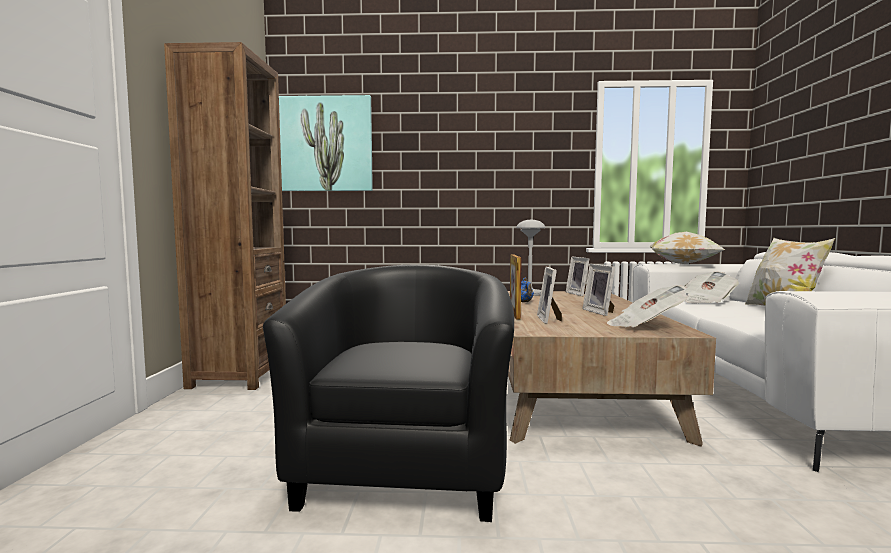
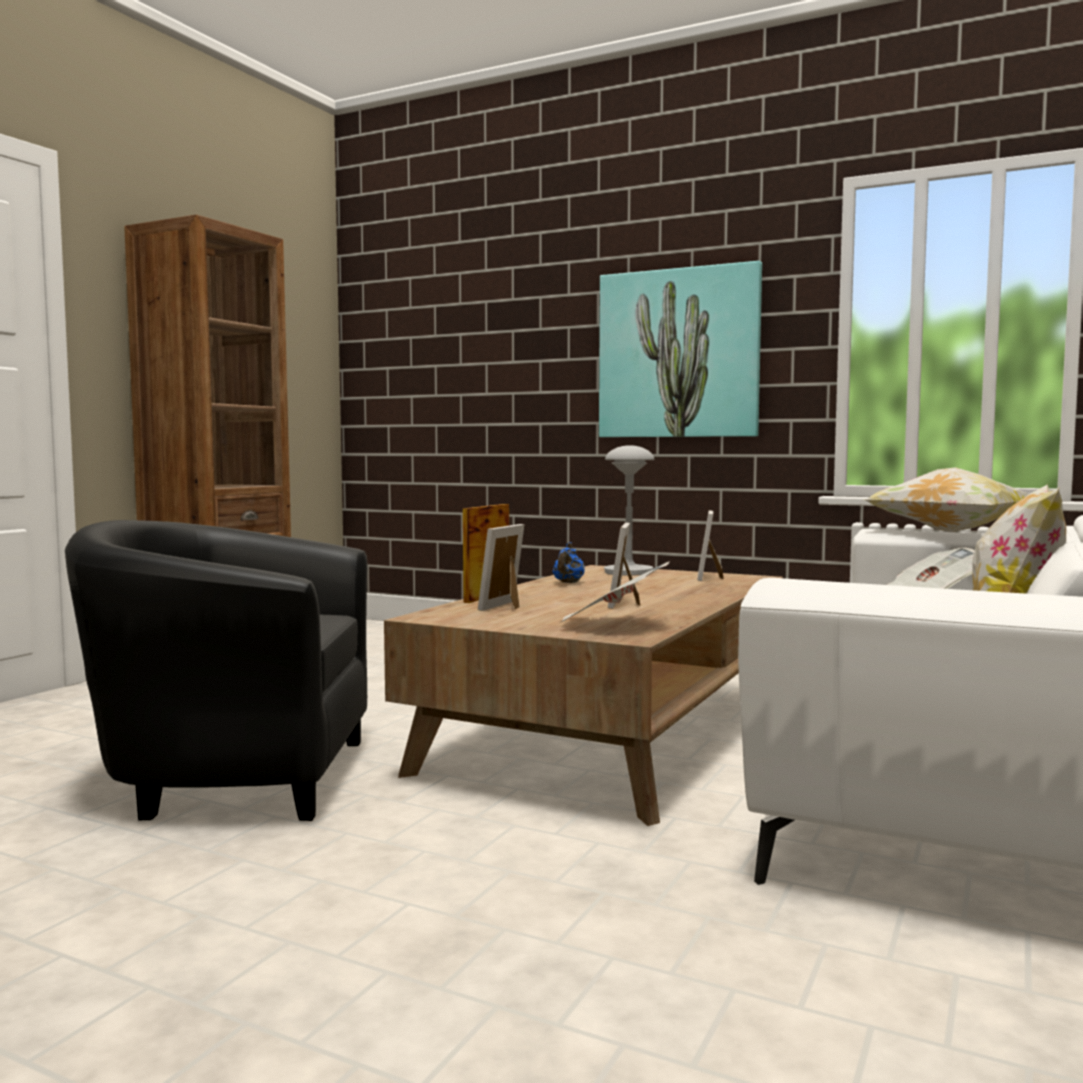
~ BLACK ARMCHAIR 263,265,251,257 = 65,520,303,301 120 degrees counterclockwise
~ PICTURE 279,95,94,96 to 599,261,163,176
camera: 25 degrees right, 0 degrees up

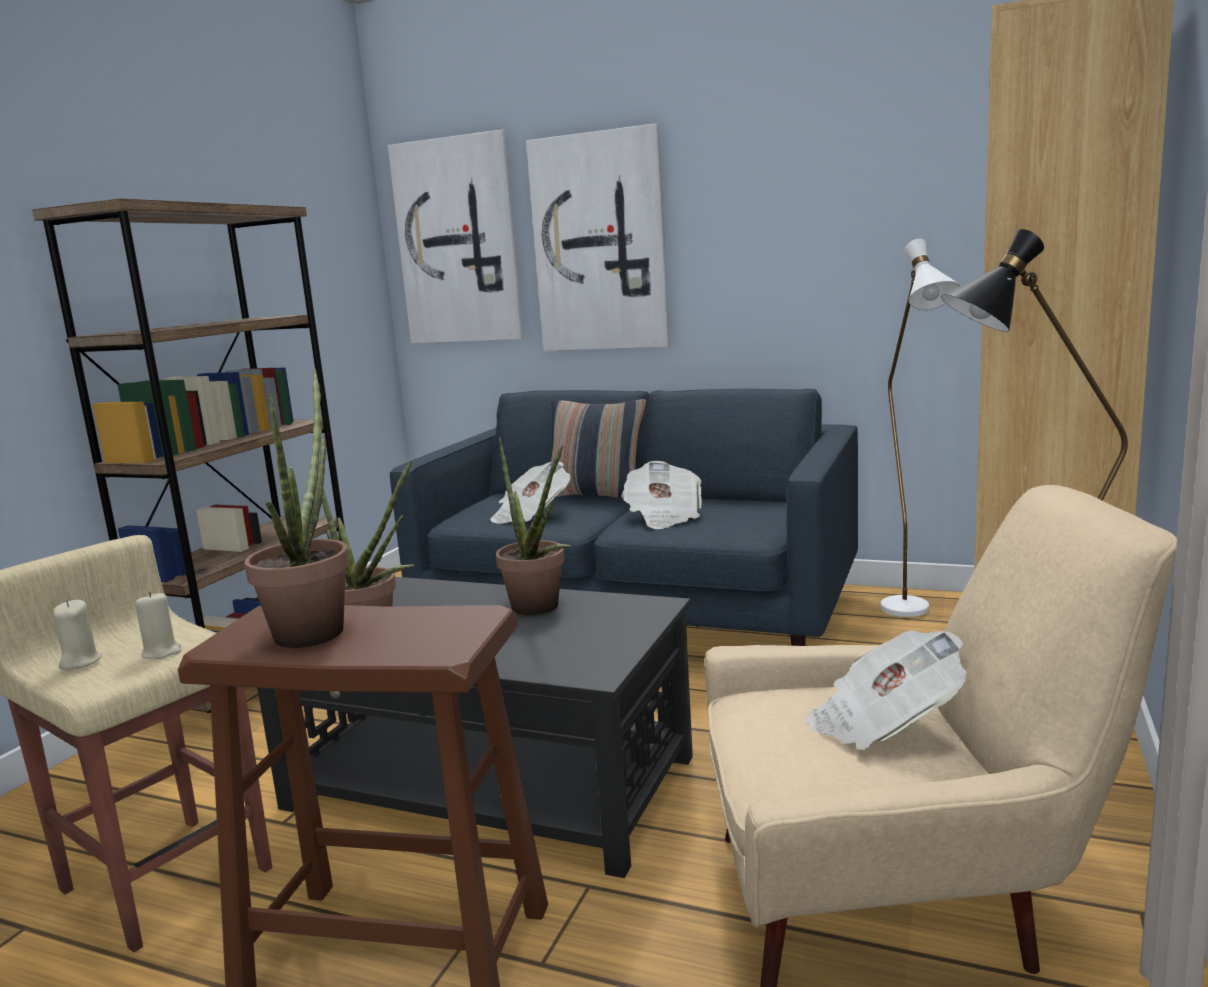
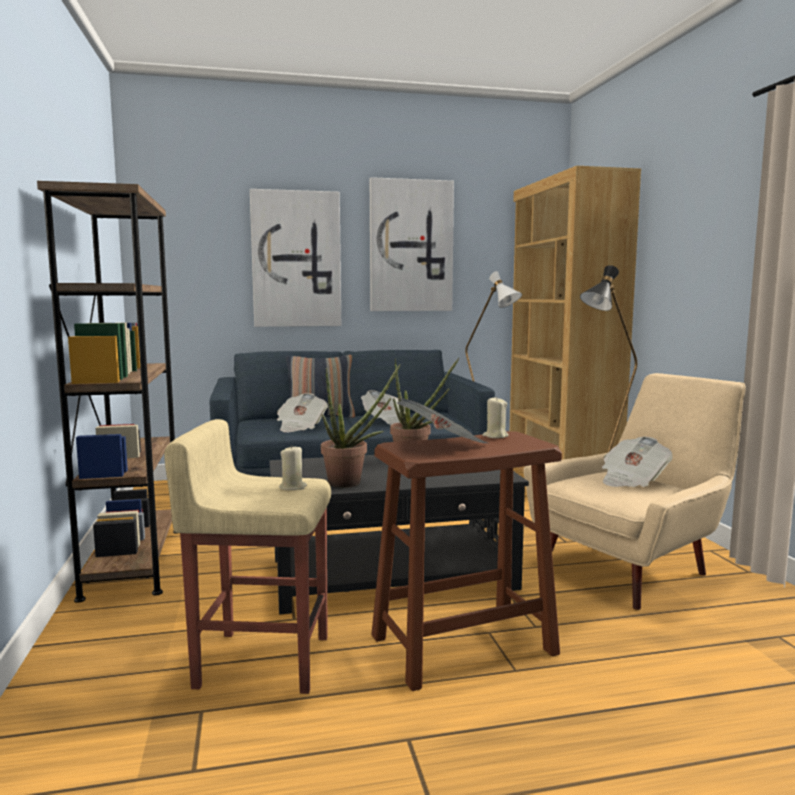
~ PICTURE 388,129,136,215 to 370,177,84,134
~ POTTED PLANT 244,369,106,279 to NEWSPAPER 397,399,91,44
~ BEIGE CANDLE 53,600,49,70 to 482,397,27,41
camera: 35 degrees left, 5 degrees down

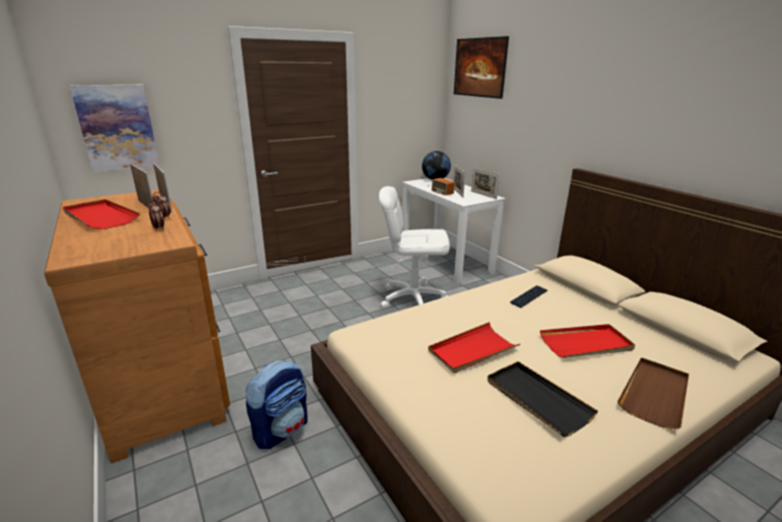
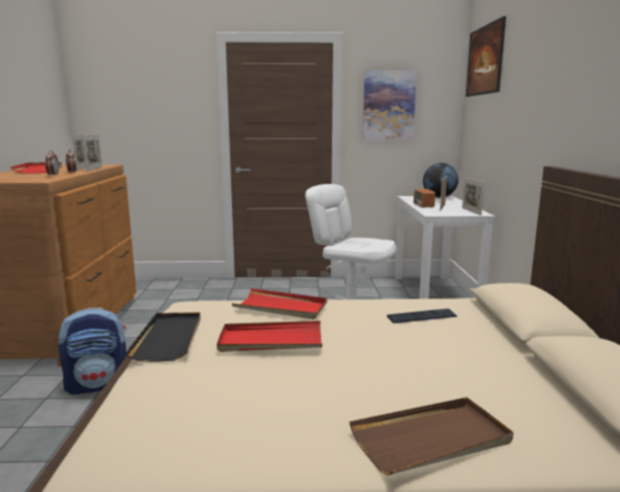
~ BLACK TRAY 487,361,111,76 to 125,312,76,50
~ RED TRAY 540,324,95,34 to 232,288,95,32
~ PICTURE 70,85,90,87 to 363,70,54,71
camera: 30 degrees right, 10 degrees down

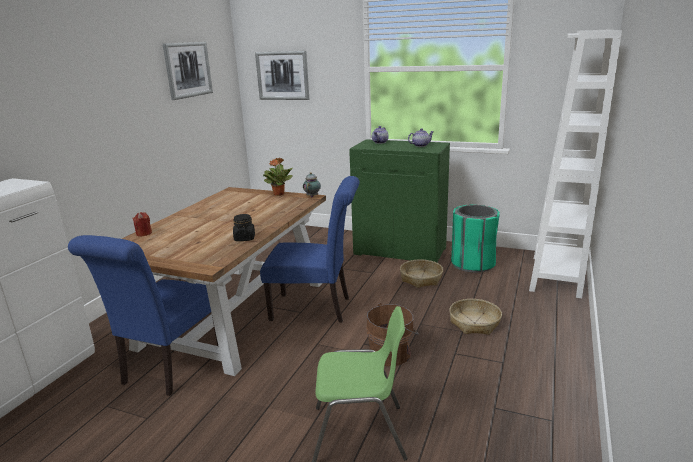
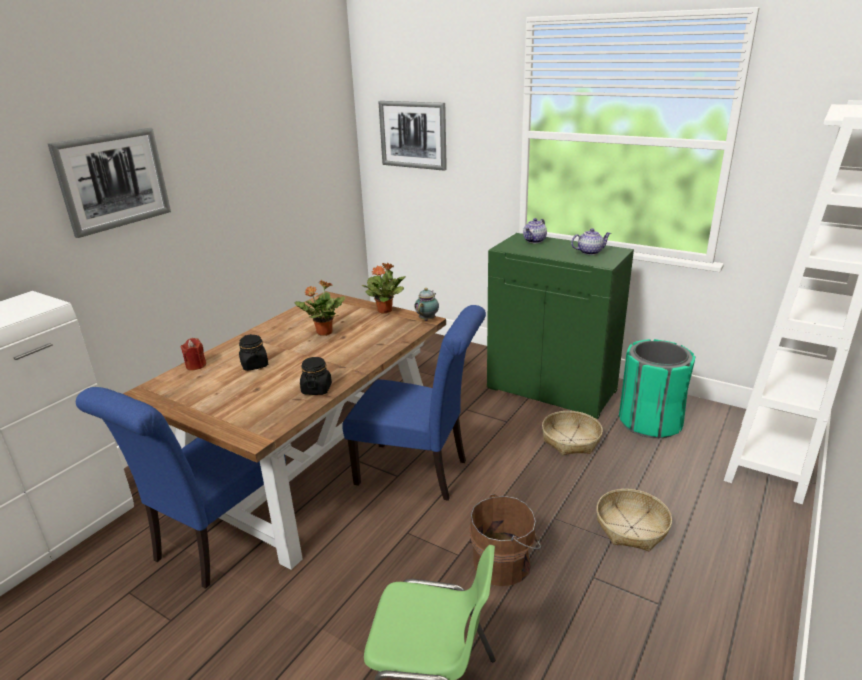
~ PICTURE 163,42,50,58 to 48,128,123,110
+ BLACK JAR 239,334,29,37
+ POTTED PLANT 295,280,50,56
camera: 10 degrees right, 5 degrees up

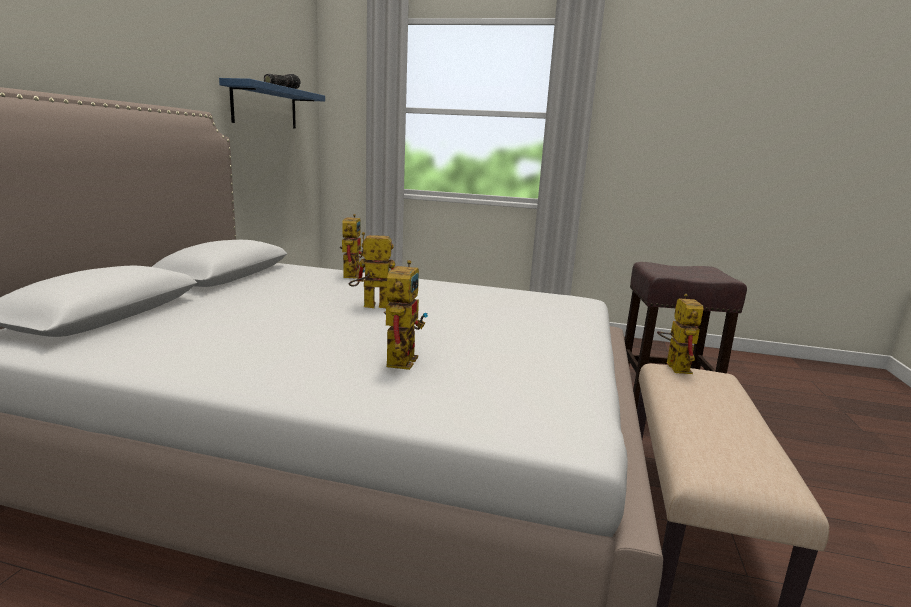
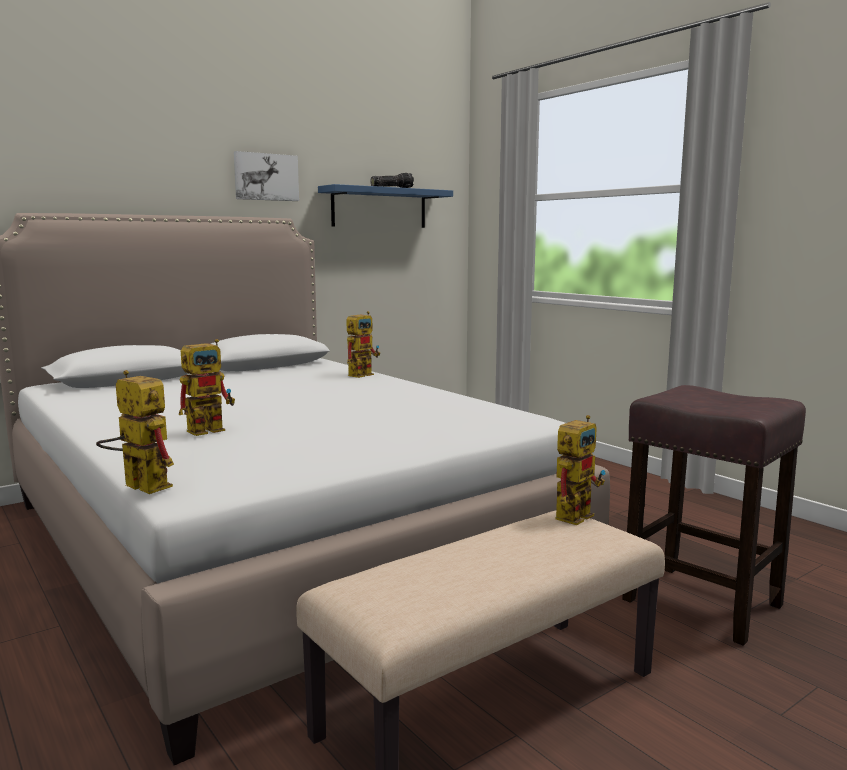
~ TOY ROBOT 349,232,46,76 to 96,370,78,124
+ PICTURE 234,151,65,50
camera: 40 degrees right, 5 degrees down

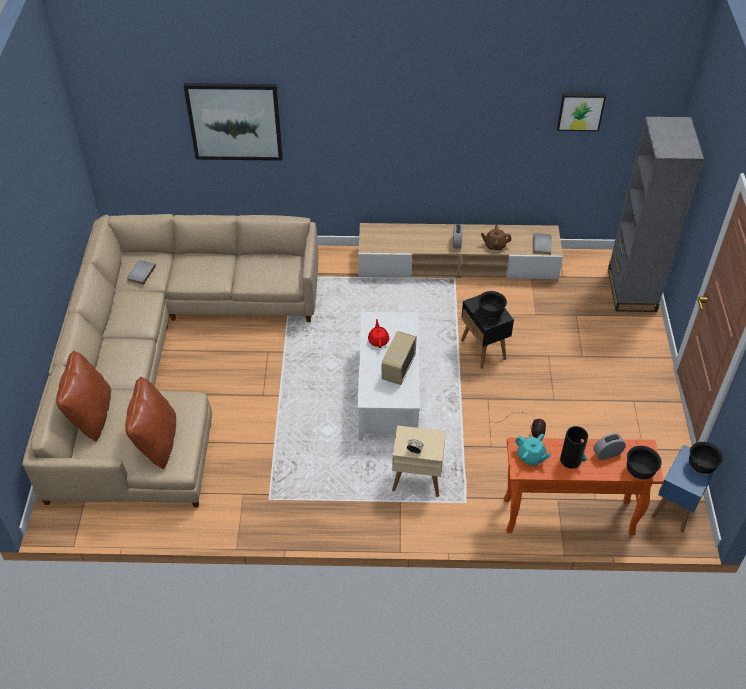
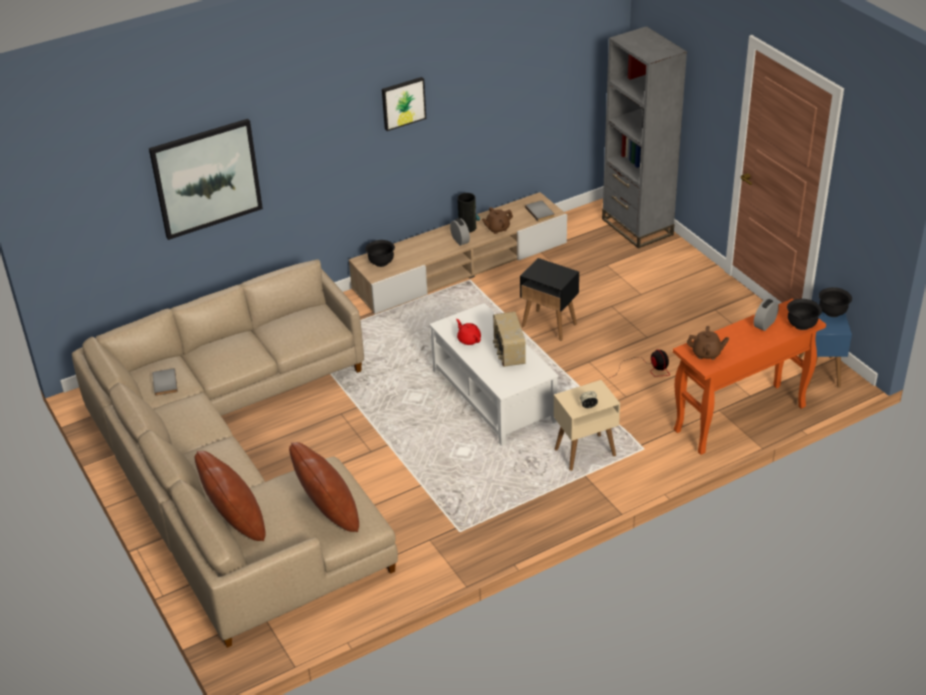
~ BLACK BOWL 478,291,29,27 to 365,240,30,27
~ PICTURE 557,93,49,38 to 382,77,44,54
~ VASE 560,426,28,43 to 457,193,23,40
~ TURQUOISE TEAPOT 515,434,37,32 to BROWN TEAPOT 687,326,42,34
camera: 30 degrees left, 10 degrees down

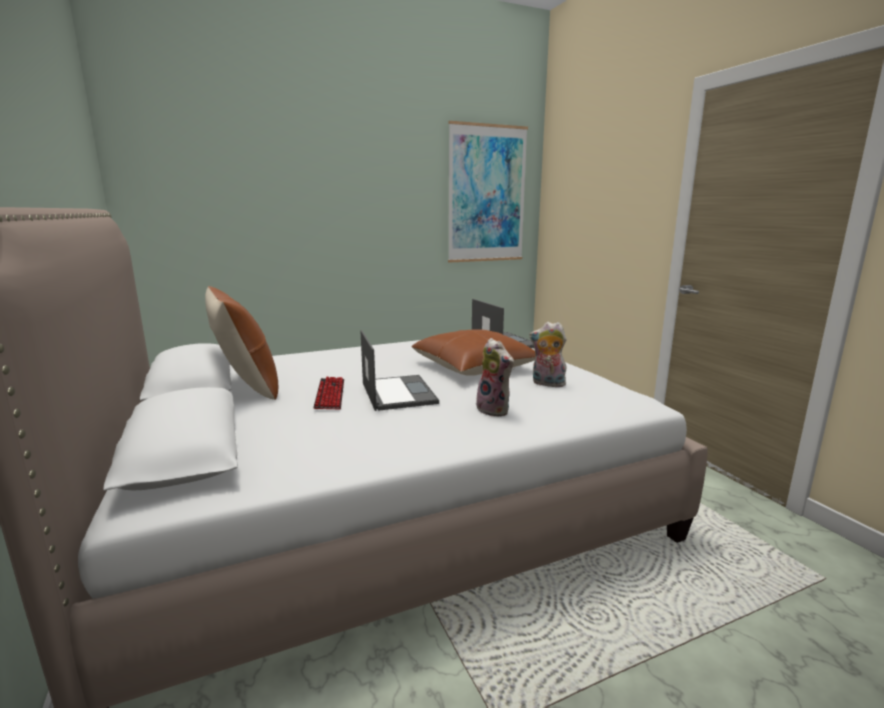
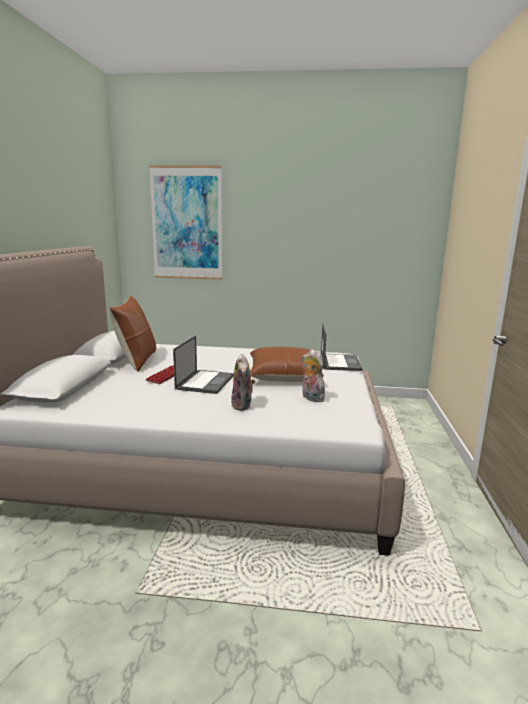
~ PICTURE 448,121,80,142 to 149,165,73,115
camera: 30 degrees right, 0 degrees up

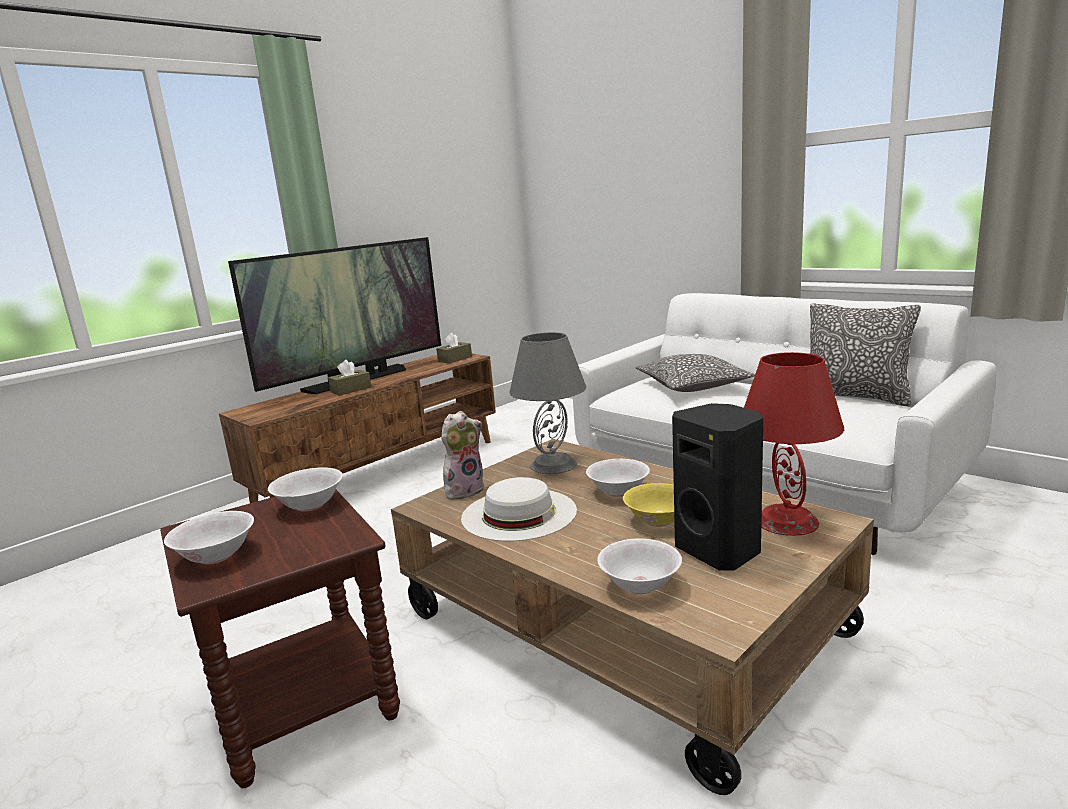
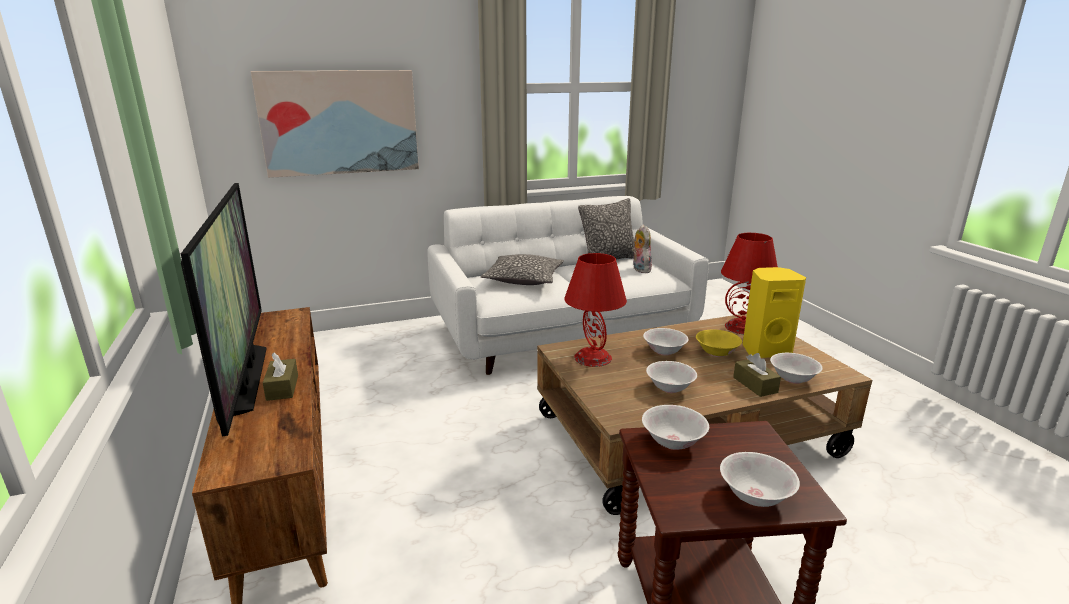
+ PICTURE 251,70,168,108
~ GREY TABLE LAMP 509,332,77,142 to RED TABLE LAMP 564,253,63,114
~ PLUSH TOY 441,411,43,88 to 632,224,20,49
~ WHITE HAT 461,477,116,64 to WHITE BOWL 646,361,51,32
~ BROWN TISSUE BOX 436,333,36,31 to 733,353,48,44
~ BLACK SPEAKER 672,403,91,168 to YELLOW SPEAKER 743,267,63,91
camera: 65 degrees left, 5 degrees up

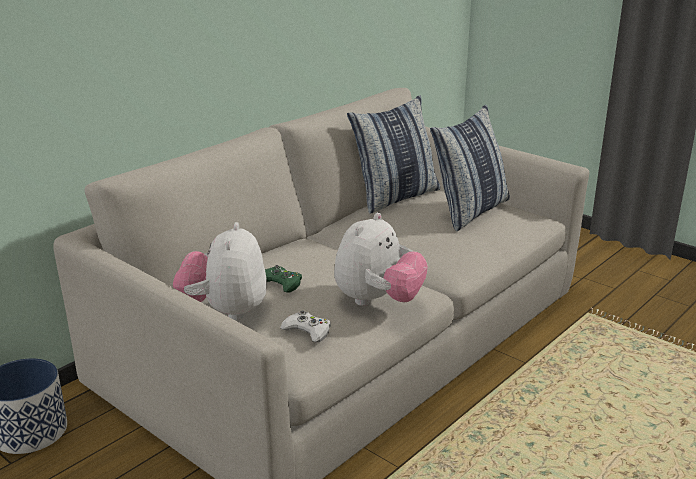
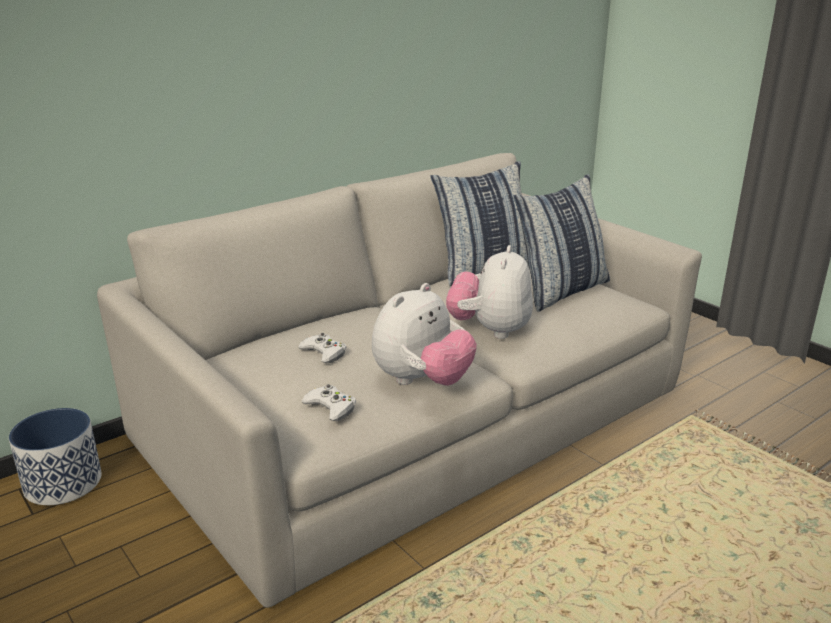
~ GREEN GAME CONTROLLER 265,265,37,27 to WHITE GAME CONTROLLER 298,333,48,30
~ PLUSH TOY 173,222,94,99 to 446,245,87,94
camera: 10 degrees right, 0 degrees up

